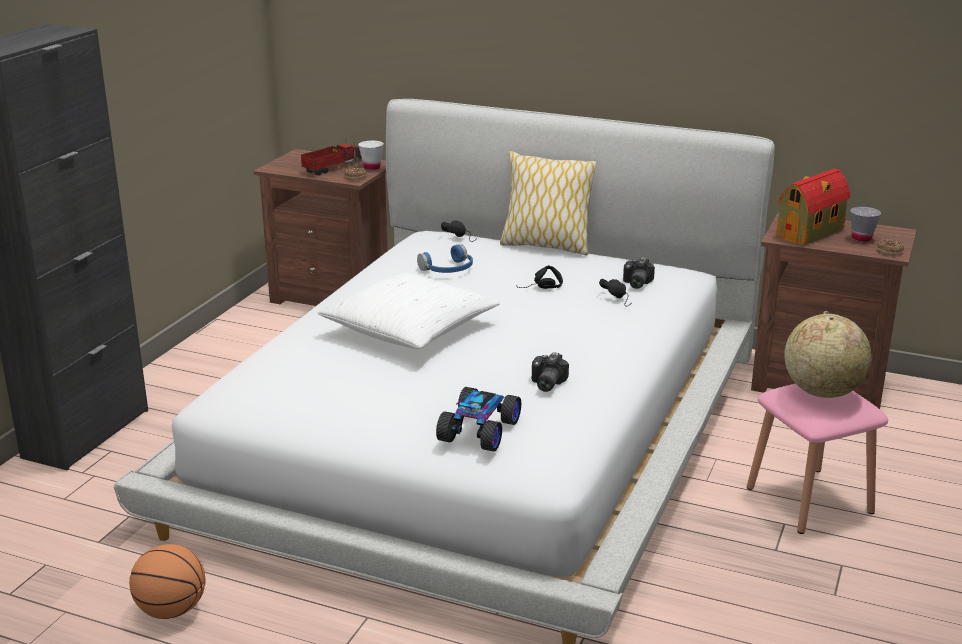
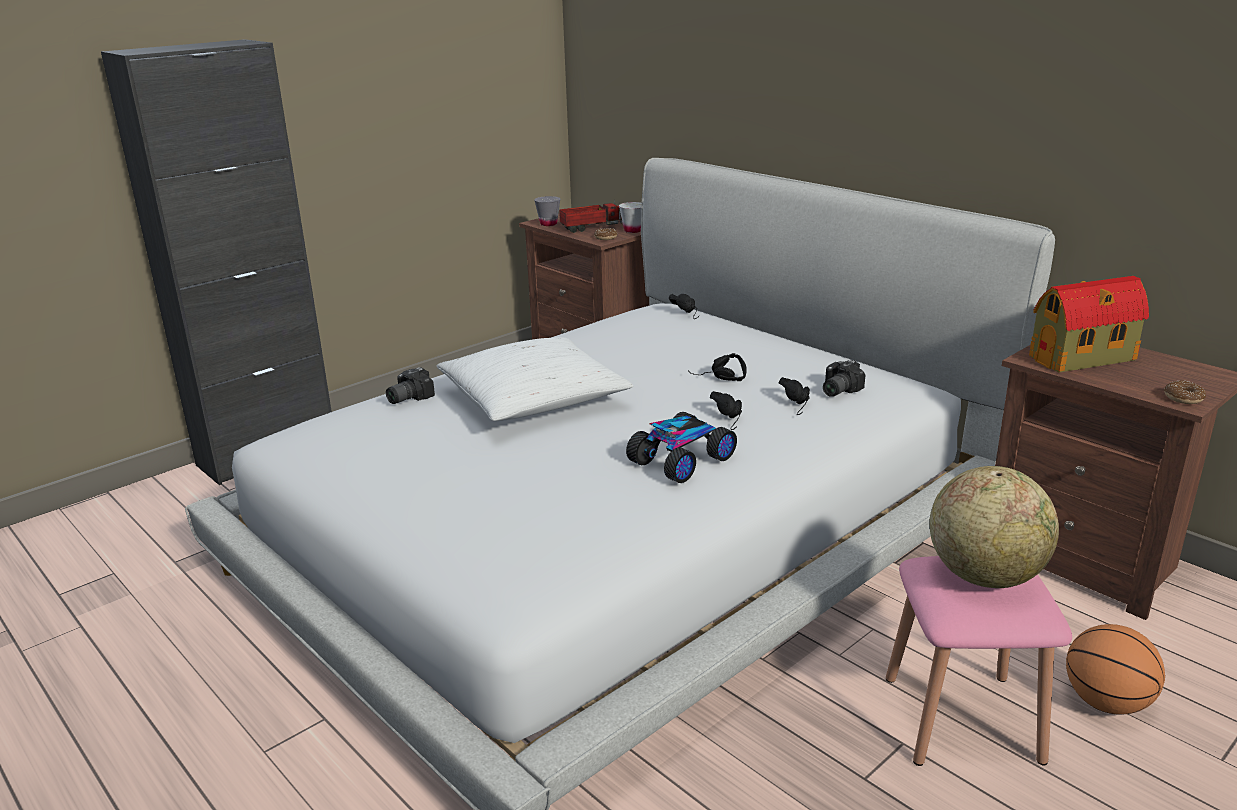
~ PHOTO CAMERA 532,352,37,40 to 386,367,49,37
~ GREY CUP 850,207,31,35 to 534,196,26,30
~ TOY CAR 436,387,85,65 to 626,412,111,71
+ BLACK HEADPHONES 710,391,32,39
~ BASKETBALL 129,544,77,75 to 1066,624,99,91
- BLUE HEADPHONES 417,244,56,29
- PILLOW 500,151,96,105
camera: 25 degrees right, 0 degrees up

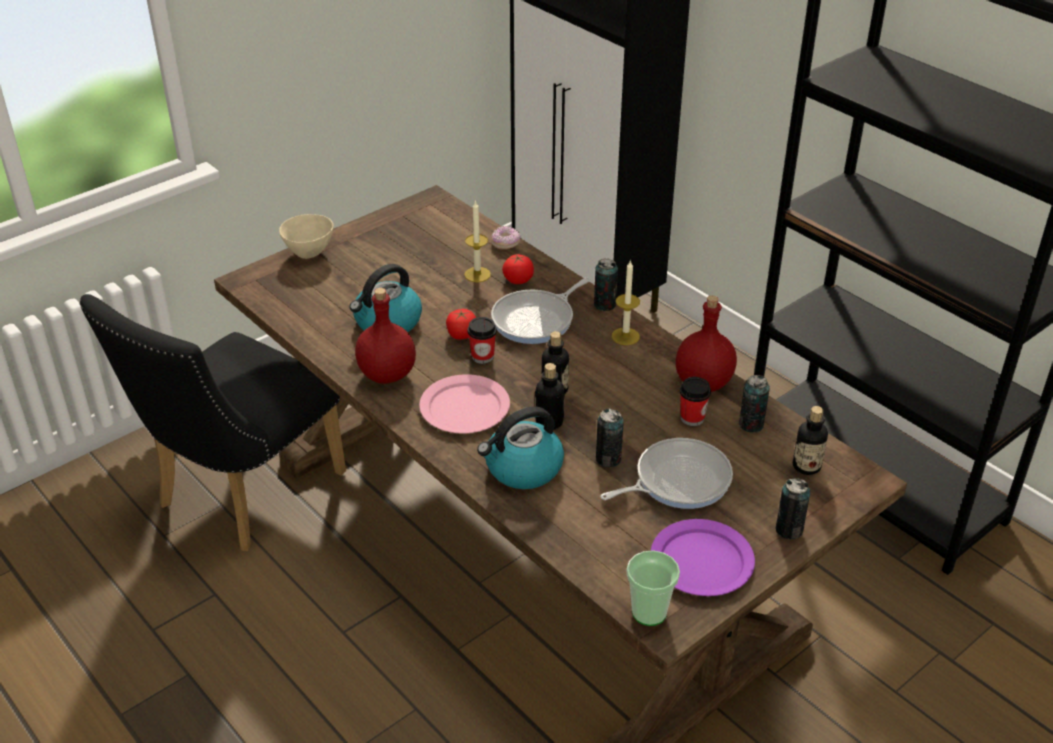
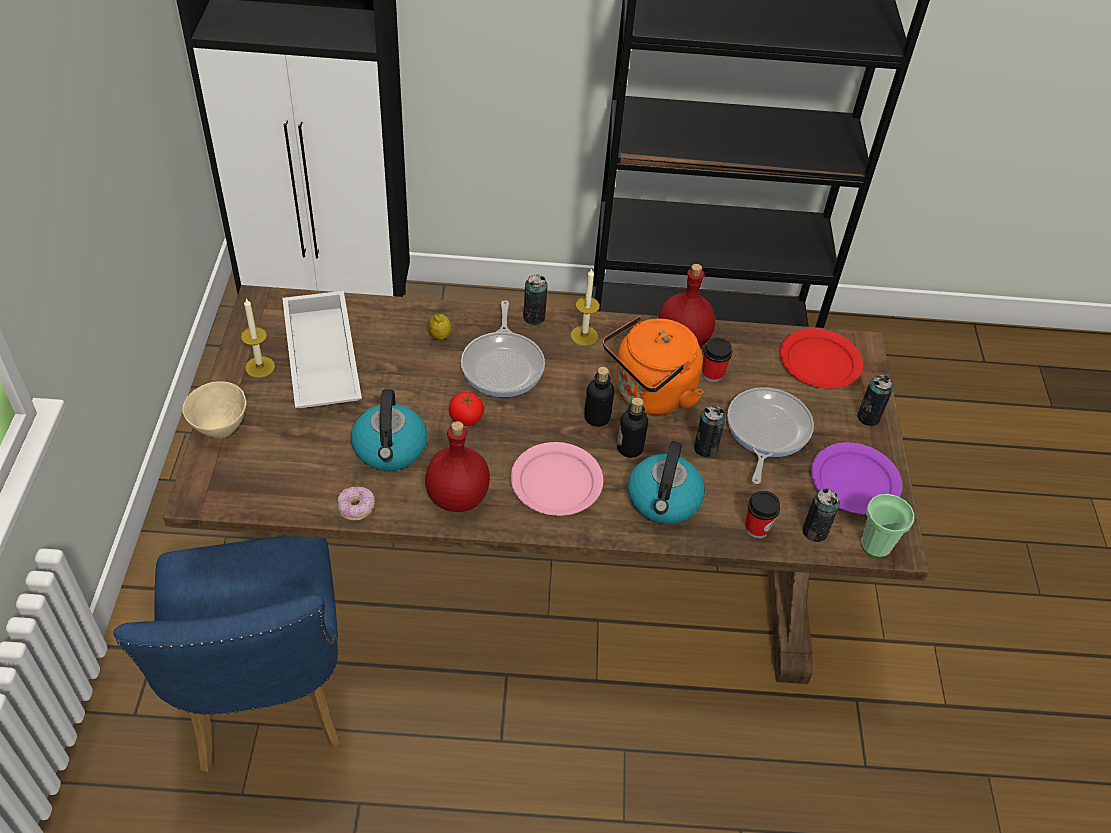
~ BLACK CHAIR 79,294,267,257 to BLUE CHAIR 113,535,227,237
~ CANDLE 464,200,27,82 to 241,298,34,80
+ WHITE TRAY 282,291,80,117
~ DONUT 491,226,29,23 to 337,486,38,35
~ TOMATO 502,254,32,30 to LEMON 428,314,23,27
+ ORANGE KETTLE 603,316,100,99
~ CUP 468,317,29,47 to 745,491,35,48
~ BOTTLE 793,406,35,69 to RED PLATE 780,328,83,61
~ CAN 739,375,31,57 to 802,488,38,54
camera: 50 degrees left, 10 degrees up

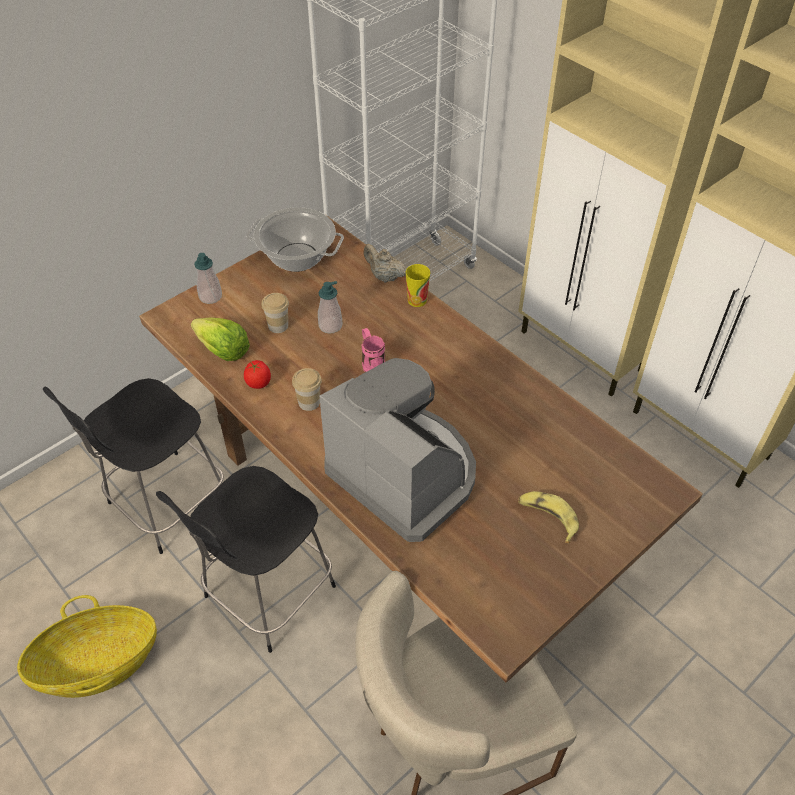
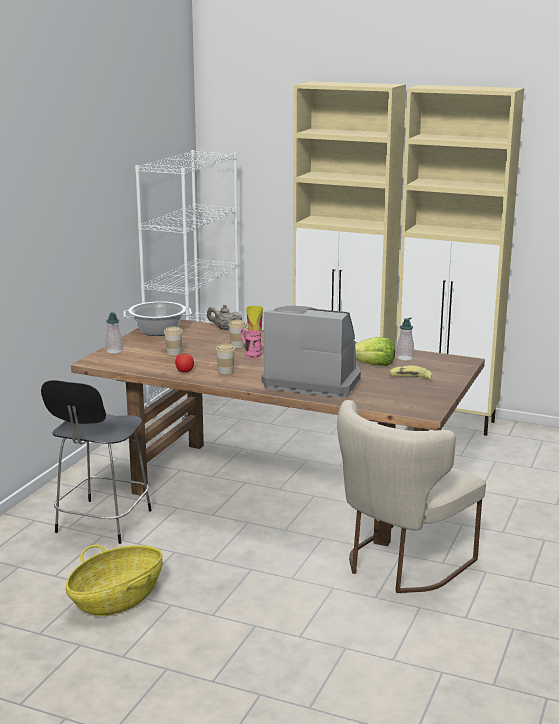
+ CUP 228,320,19,28
~ LETTUCE 191,318,59,43 to 355,337,40,29
~ SOAP DISPENSER 318,281,25,53 to 396,318,18,43
- BLACK CHAIR 156,466,180,187
camera: 25 degrees left, 30 degrees down

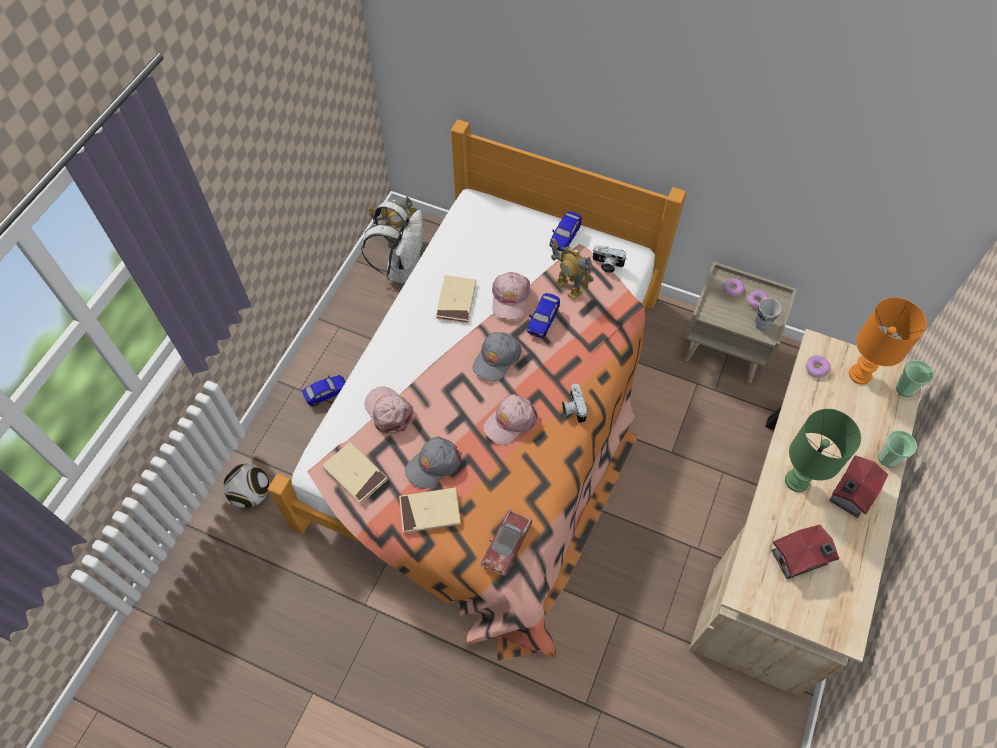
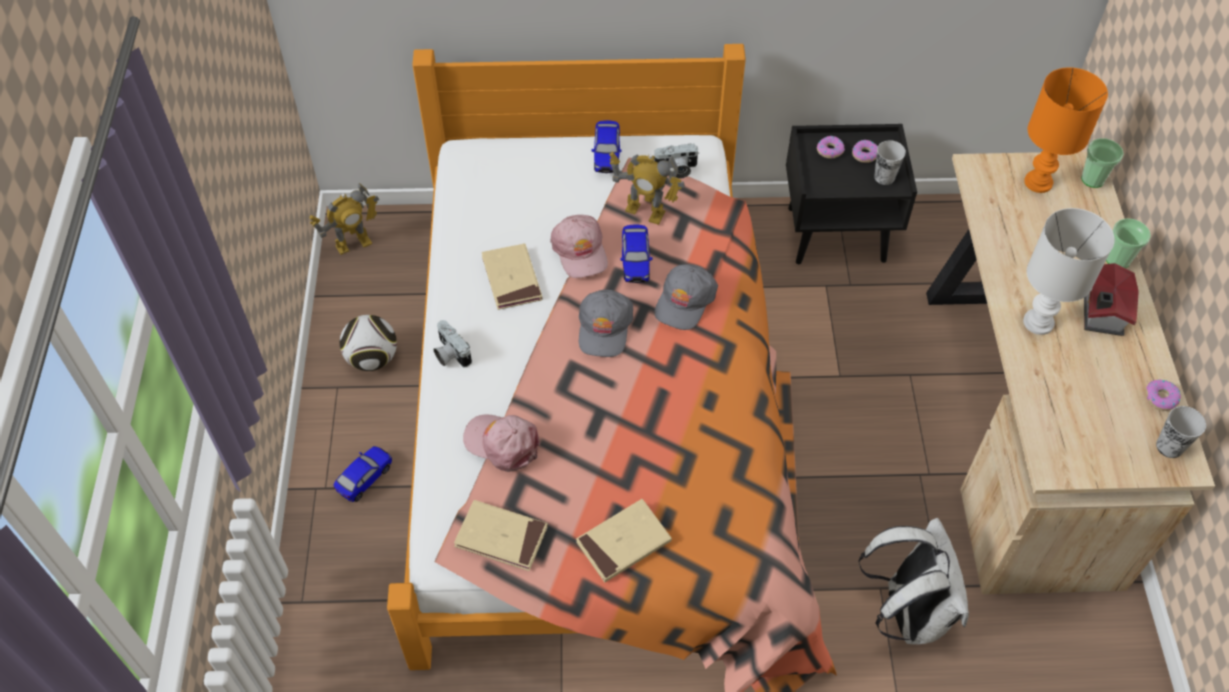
~ FOOTBALL 223,464,46,44 to 339,315,58,56
~ PHOTO CAMERA 562,383,26,40 to 434,320,38,47
~ GREY CAP 405,437,57,52 to 654,264,64,66
~ BEIGE NIGHTSTAND 684,261,113,122 to BLACK NIGHTSTAND 786,124,131,140
~ WHITE BACKPACK 361,201,63,82 to 858,518,111,127
~ GREEN TABLE LAMP 785,409,76,83 to WHITE TABLE LAMP 1023,208,92,127
~ DONUT 806,355,25,23 to 1146,379,35,32
+ CUP 1156,406,50,52
- TOY CAR 481,508,51,68
- PINK CAP 483,394,55,51
- TOY HOUSE 771,525,68,54
camera: 25 degrees left, 5 degrees down

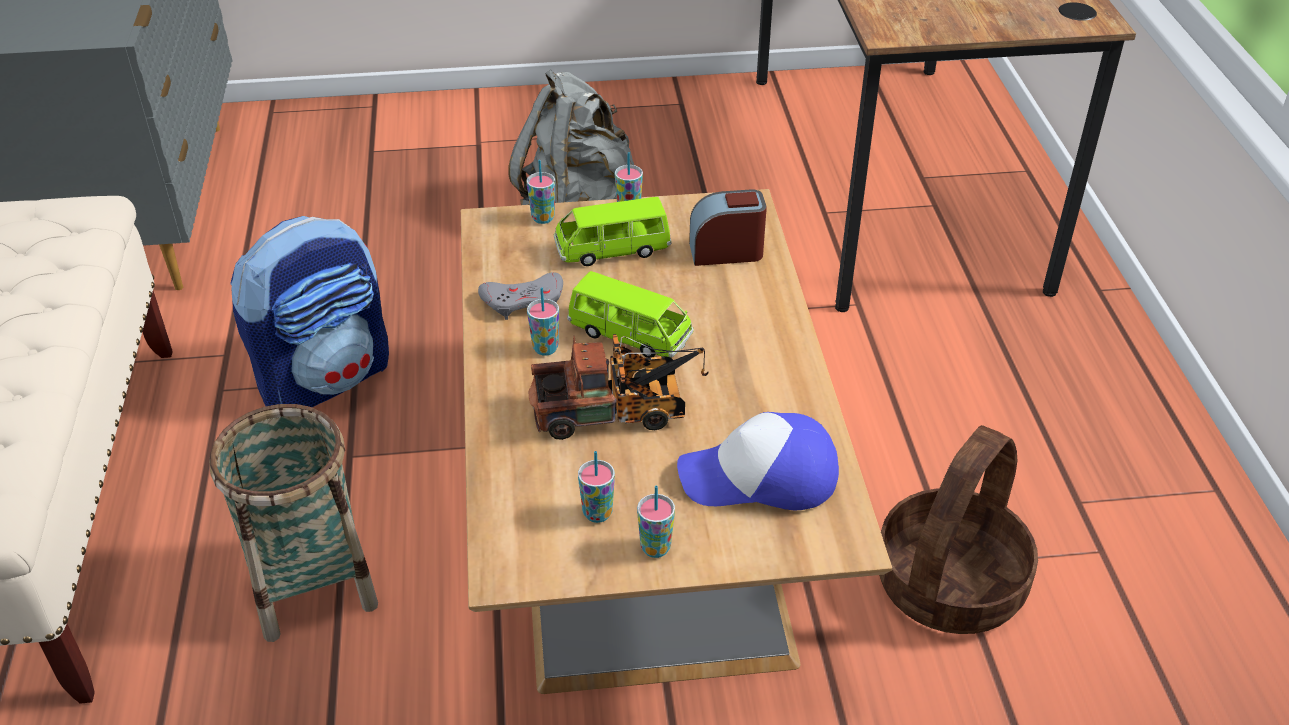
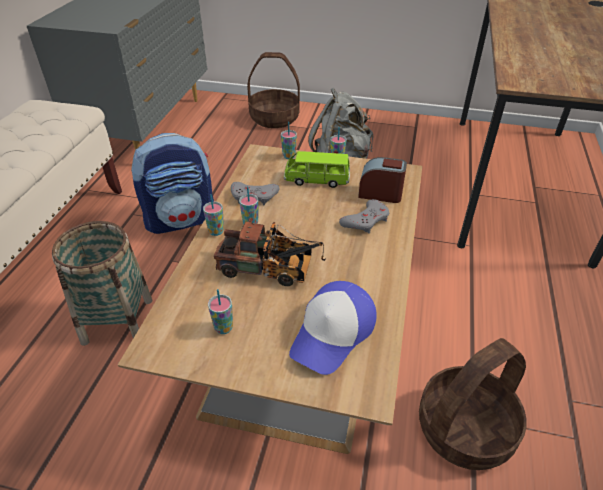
~ CUP 637,486,38,72 to 203,194,21,42
+ BASKET 247,52,53,76
~ CAP 677,412,162,98 = 289,281,88,94 75 degrees counterclockwise
+ GREY GAME CONTROLLER 339,199,50,35
- GREEN TOY CAR 567,271,127,87
camera: 20 degrees right, 0 degrees up

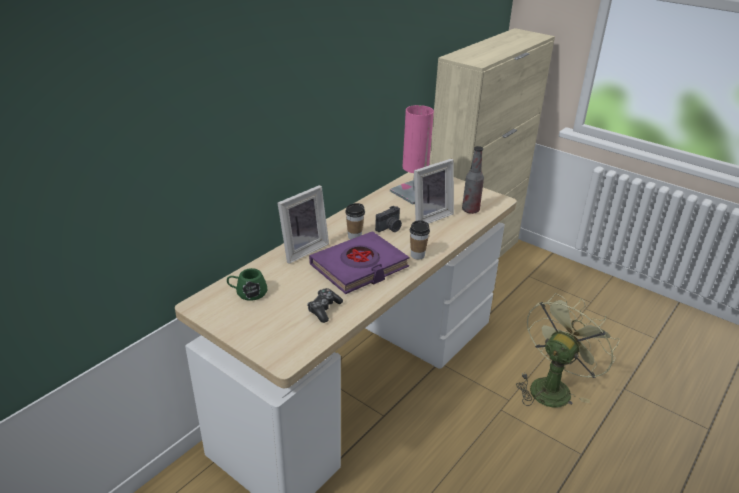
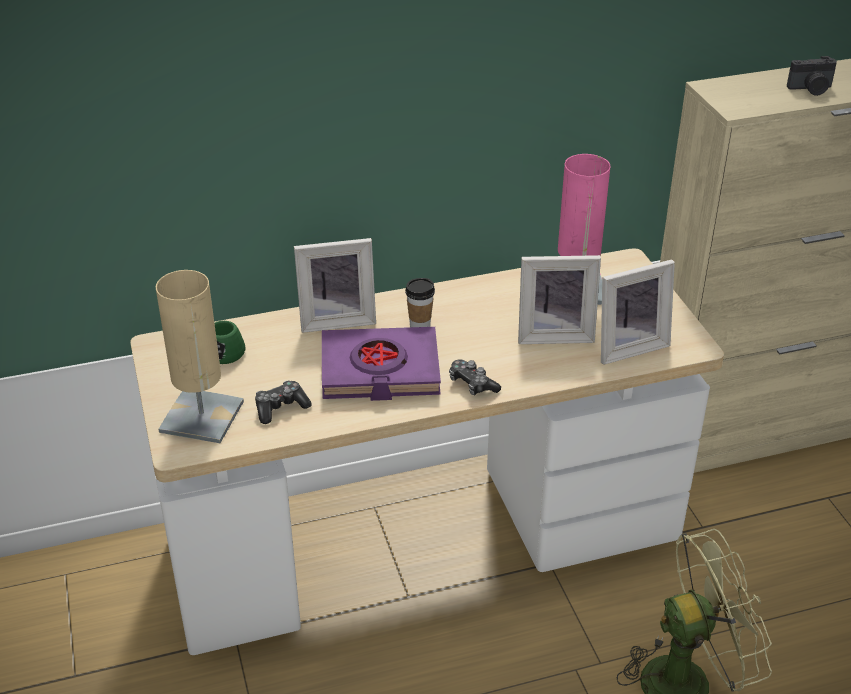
+ BEIGE TABLE LAMP 156,270,88,173
~ CUP 410,220,20,40 to GAME CONTROLLER 449,359,52,36
~ BOTTLE 462,146,22,68 to PICTURE FRAME 601,259,74,106
~ PHOTO CAMERA 375,206,27,26 to 787,56,50,40
camera: 35 degrees right, 5 degrees up

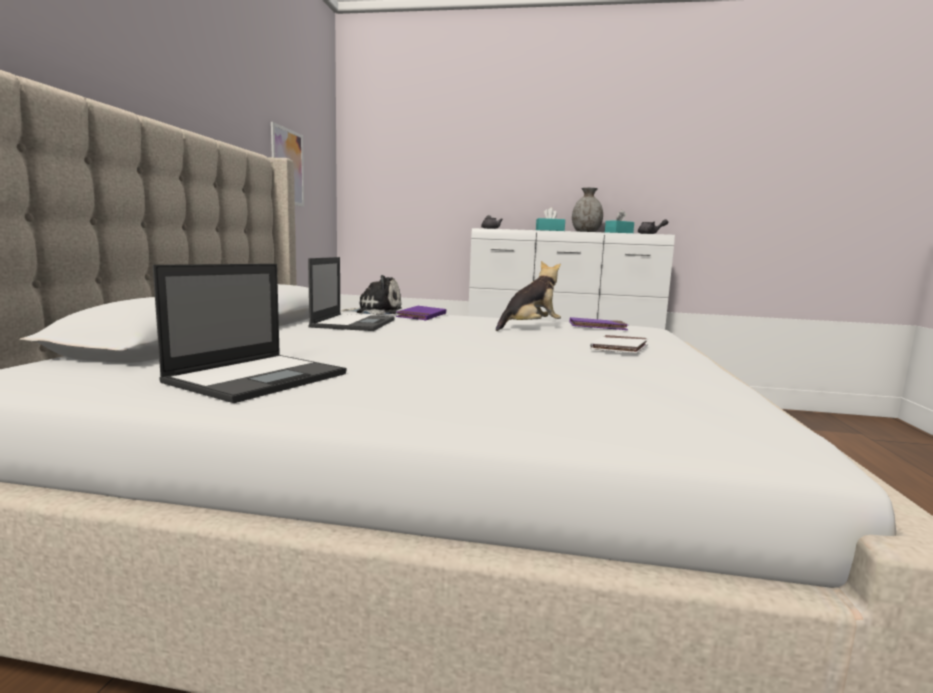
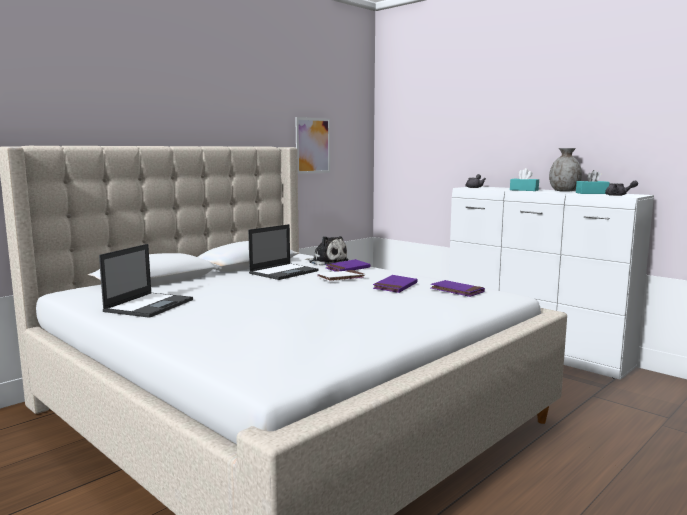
~ LAPTOP 153,264,193,139 = 99,244,94,74 45 degrees counterclockwise
~ WHITE BOOK 590,335,58,18 to 317,270,49,11
~ PLUSH TOY 496,261,65,70 to PURPLE BOOK 373,275,44,18
camera: 35 degrees right, 0 degrees up

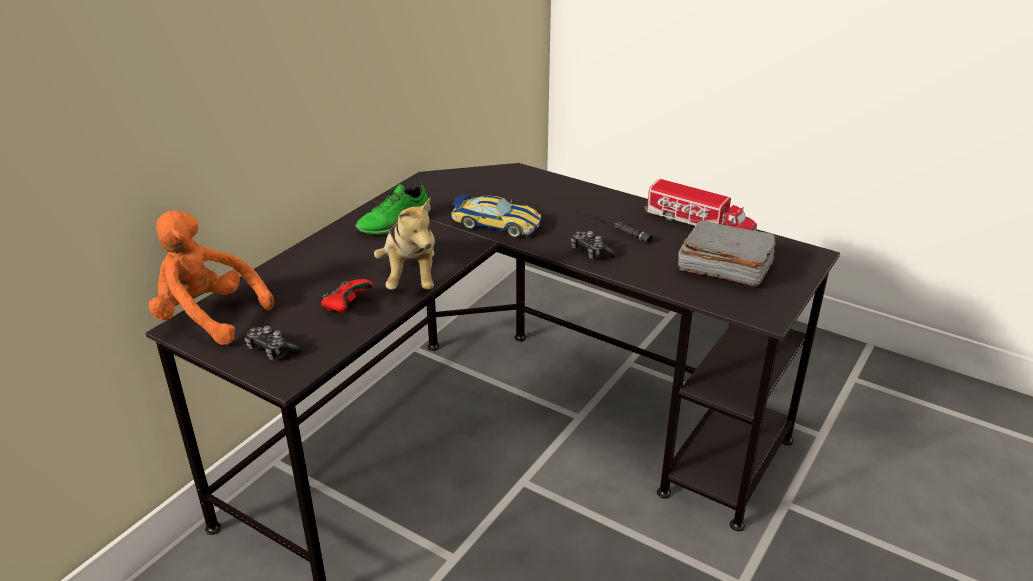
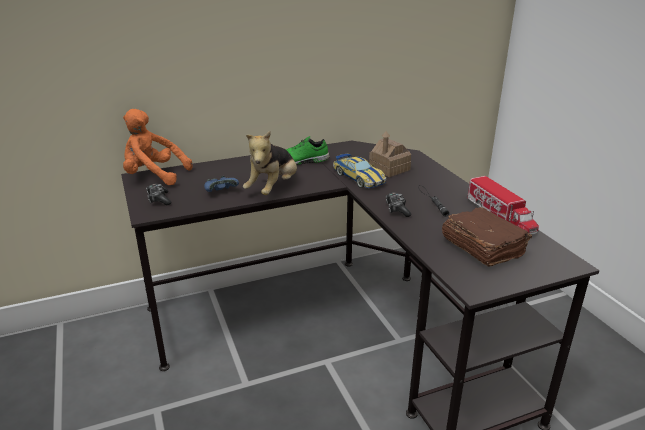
~ ORANGE PLUSH TOY 148,211,126,134 = 123,109,70,76 45 degrees counterclockwise
~ RED GAME CONTROLLER 321,279,53,33 to BLUE GAME CONTROLLER 204,176,35,16
+ TOY HOUSE 369,131,42,46
~ GREY BOOK 678,220,100,67 to BROWN BOOK 442,207,90,59
camera: 35 degrees right, 5 degrees down

